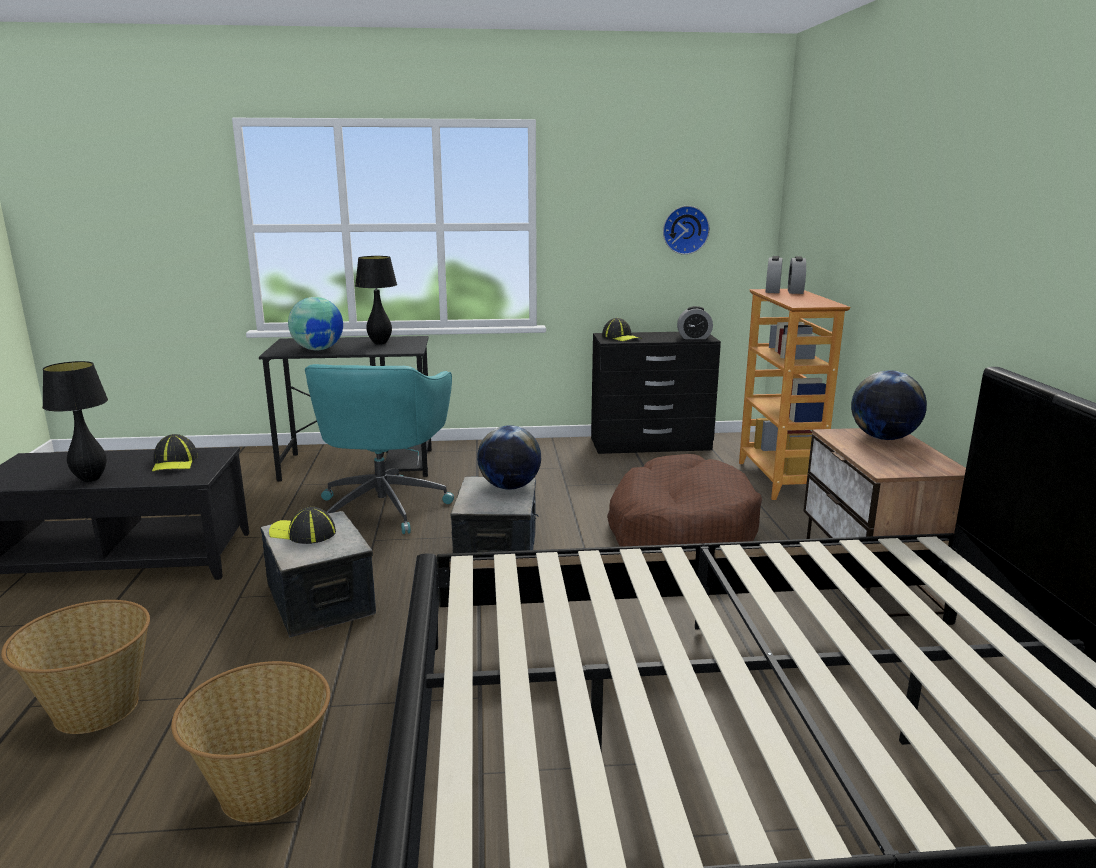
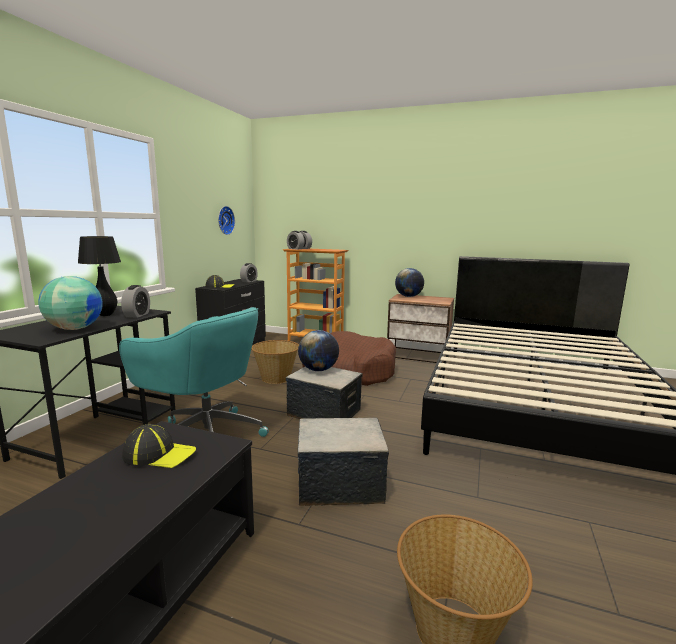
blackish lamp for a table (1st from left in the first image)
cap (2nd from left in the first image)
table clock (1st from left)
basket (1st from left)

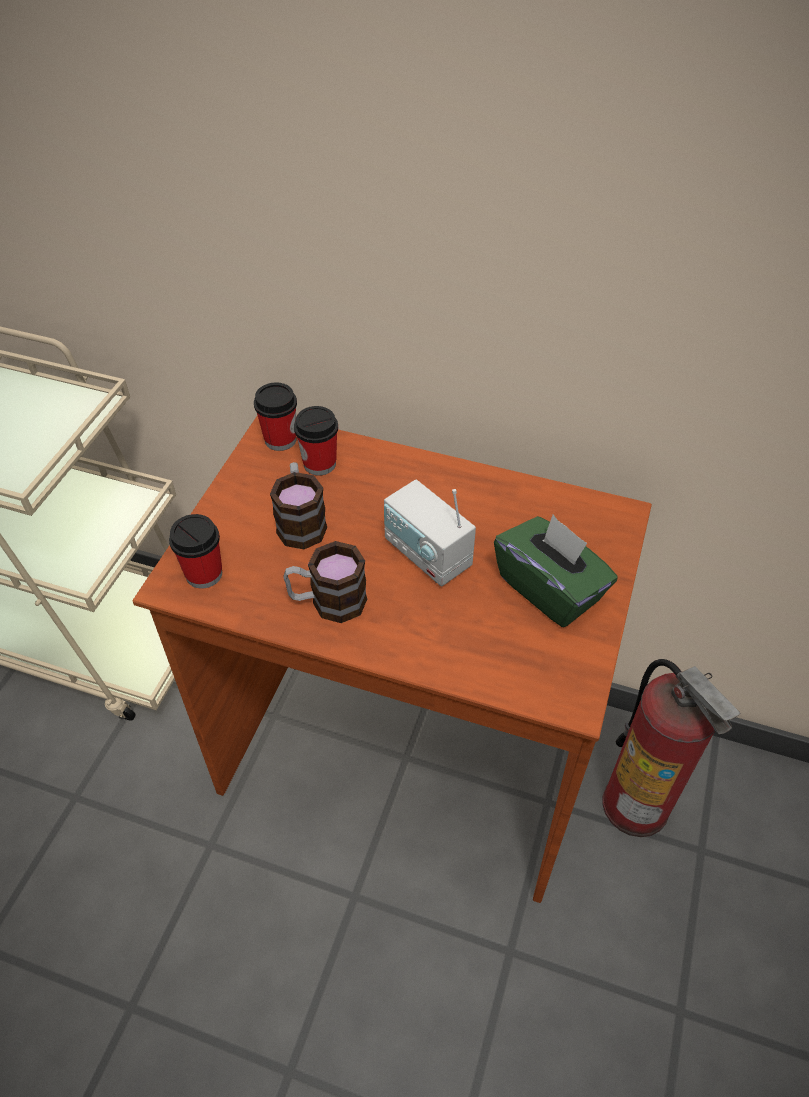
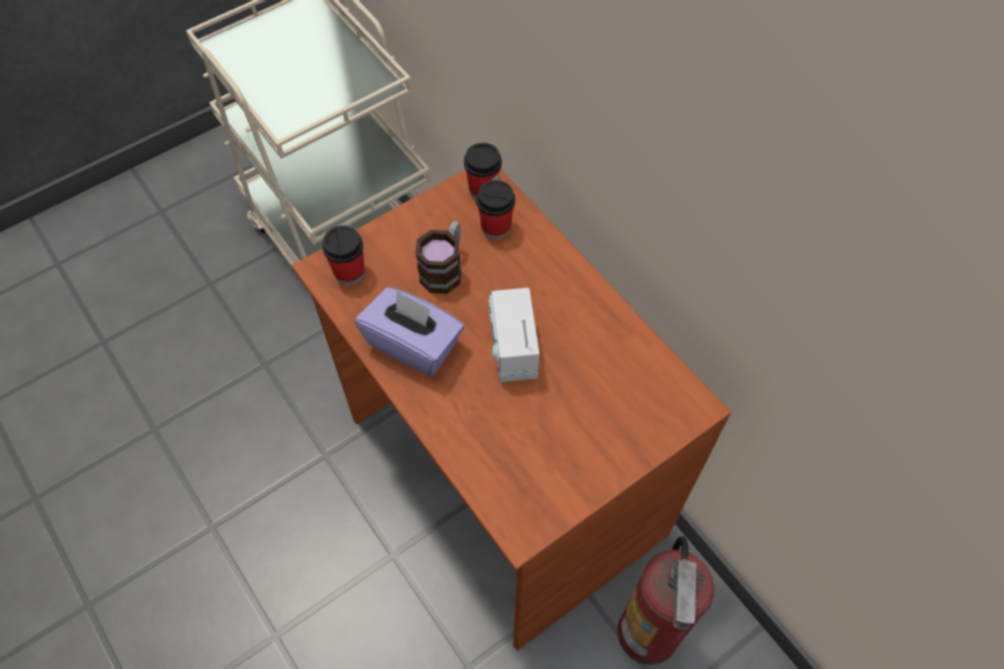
green tissue holder
purple tissue holder

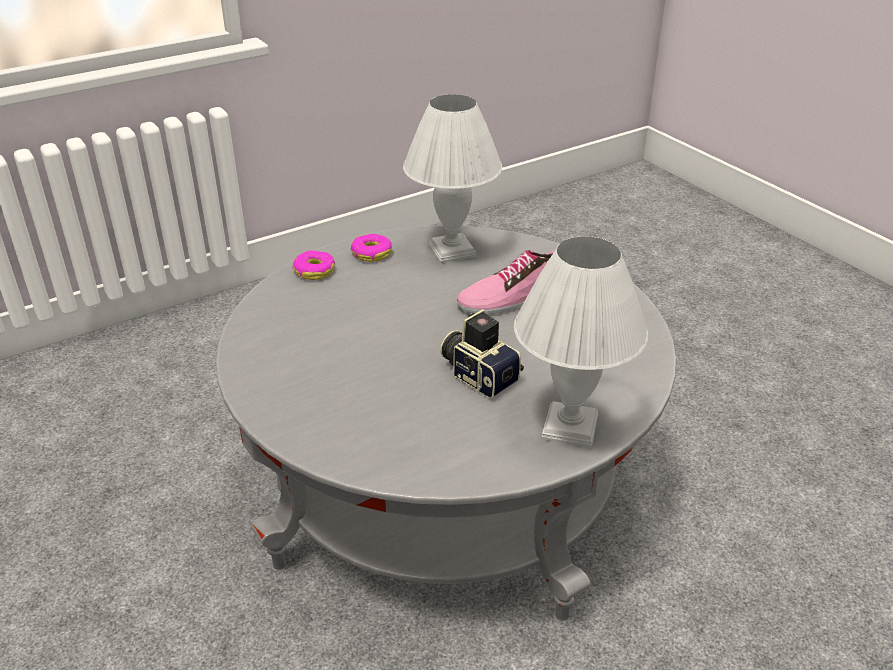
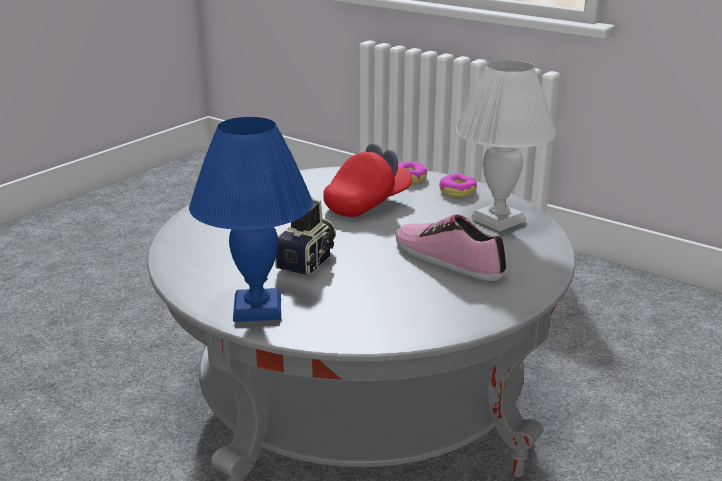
red-coloured cap
blue lamp for a table

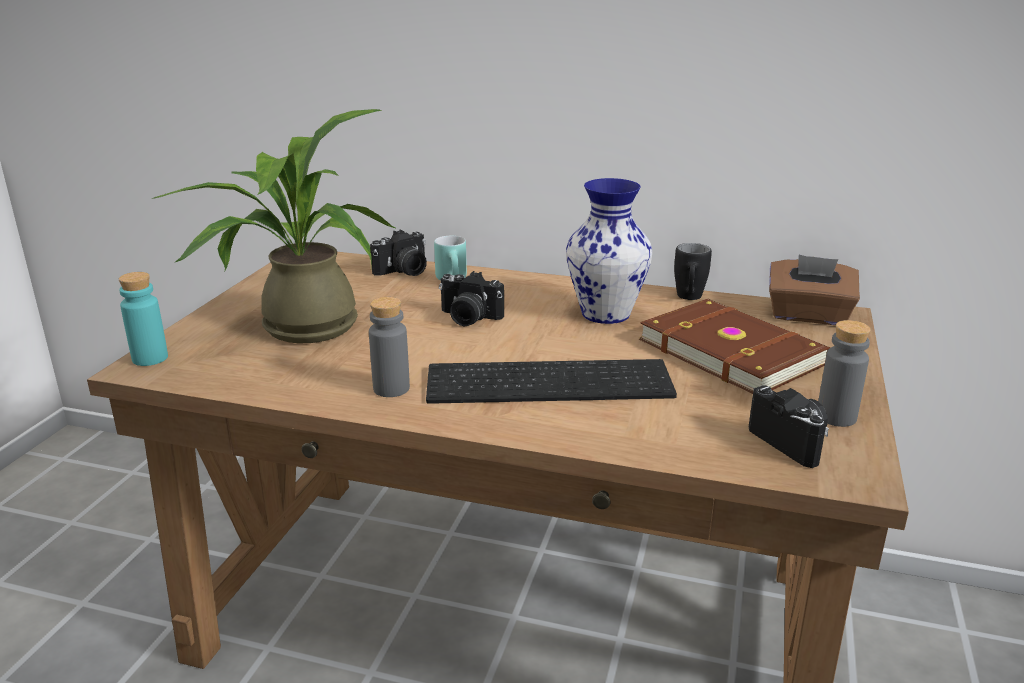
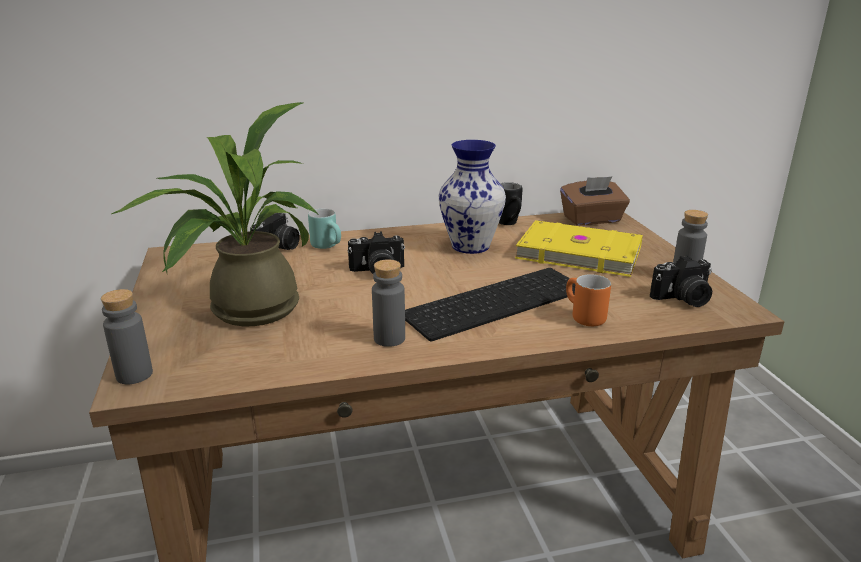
orangey coffee mug
gray drink bottle (1st from left)
yellow-coloured volume
still camera (3rd from left)

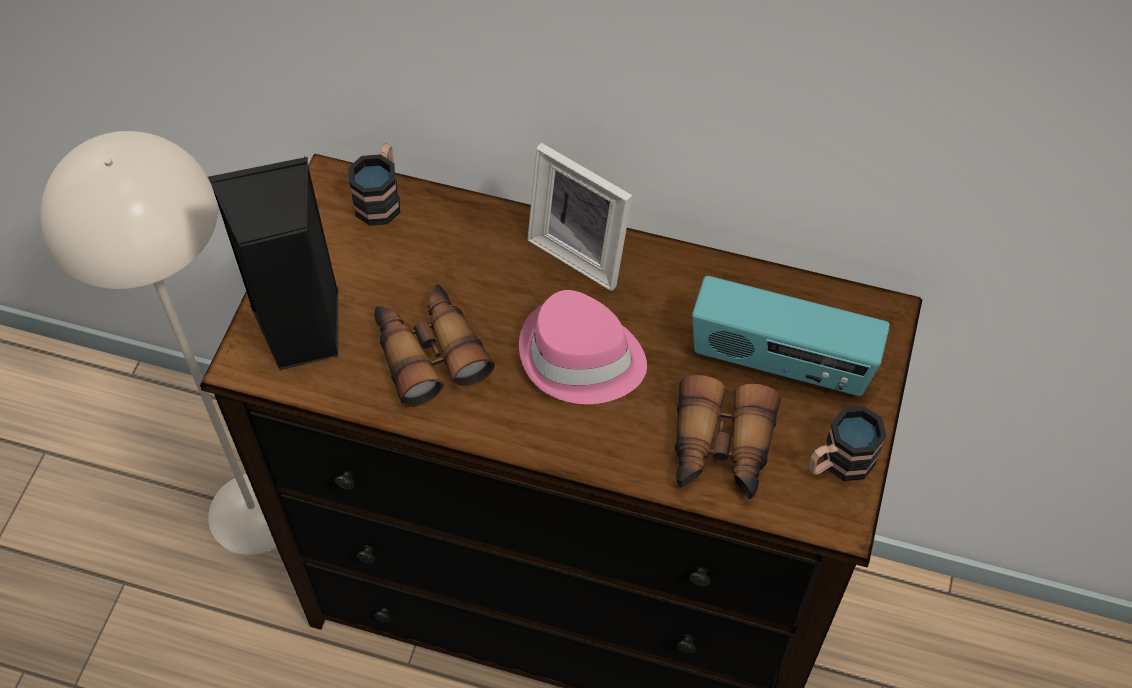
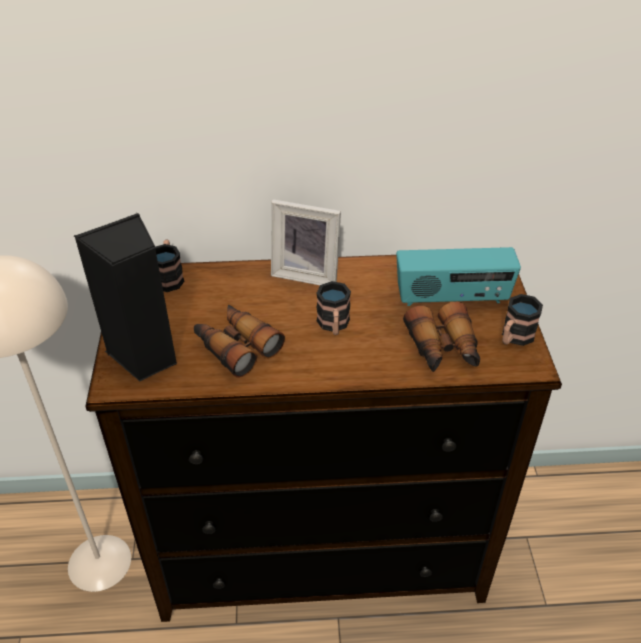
coffee mug (2nd from left)

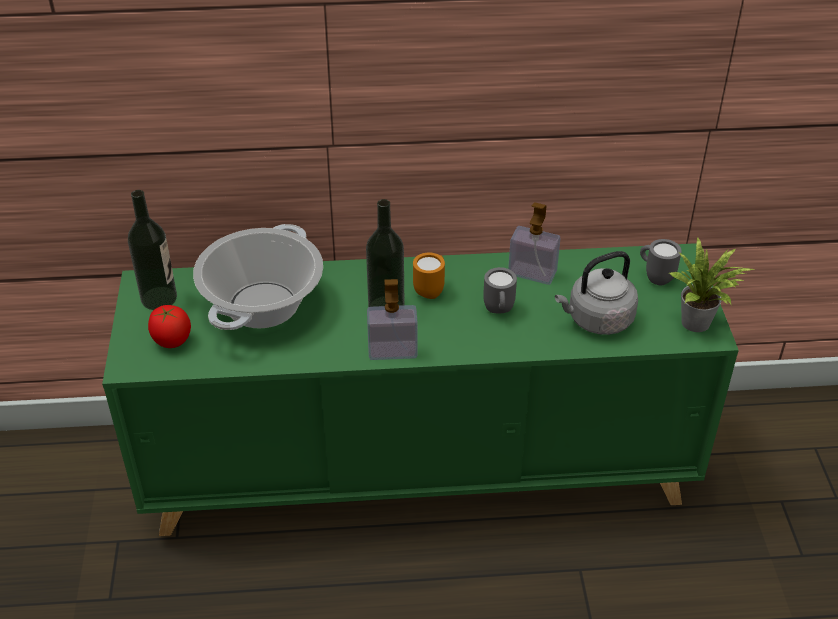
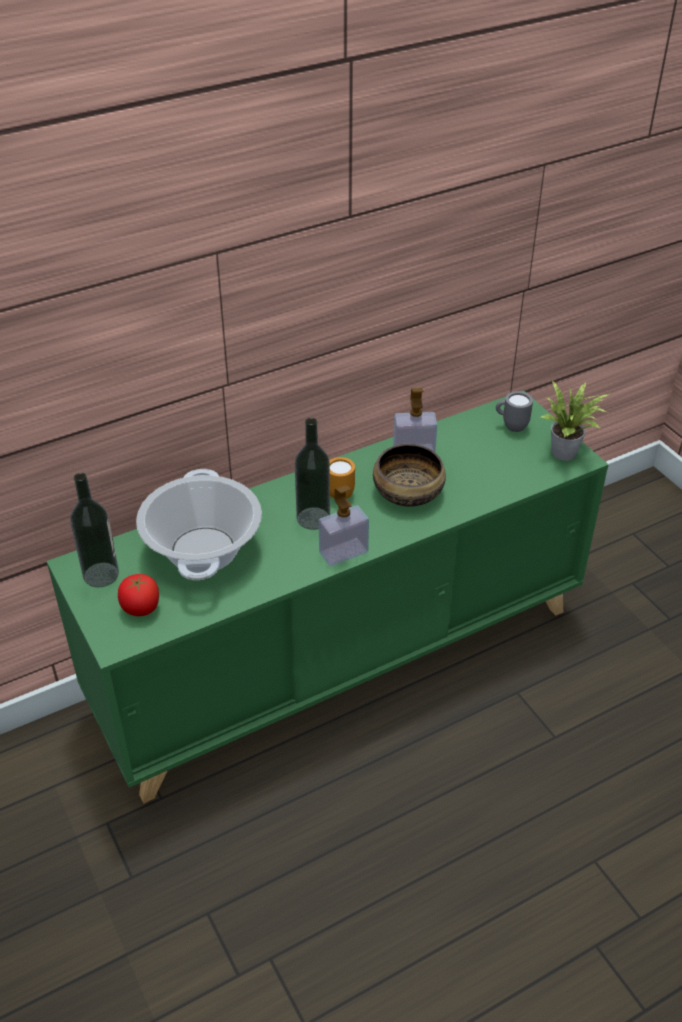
gray kettle
serving bowl

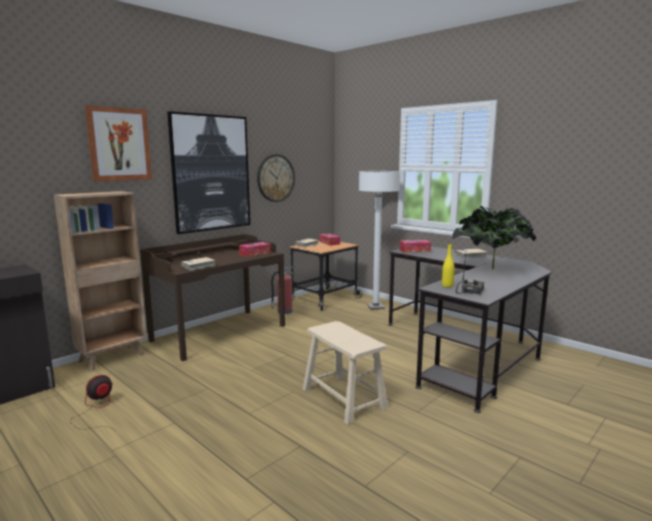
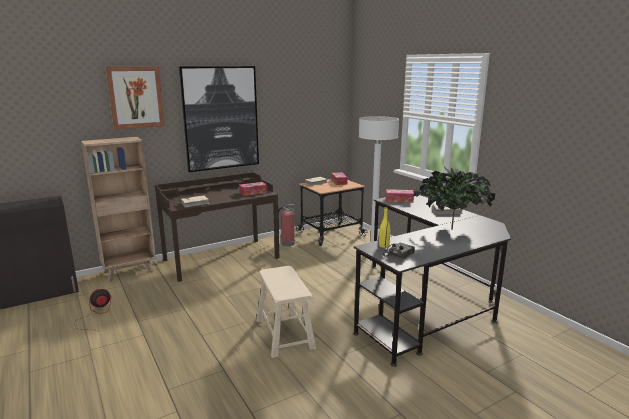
clock on the wall

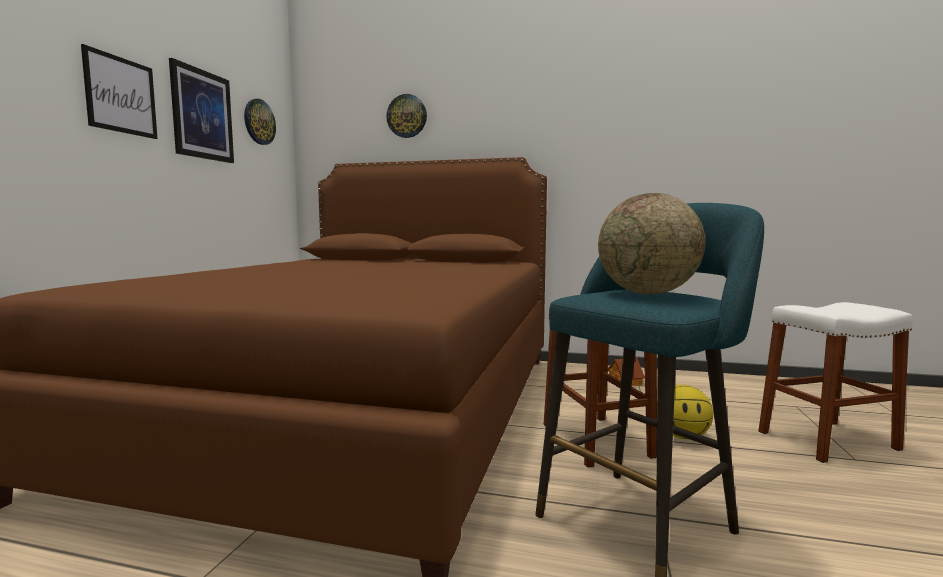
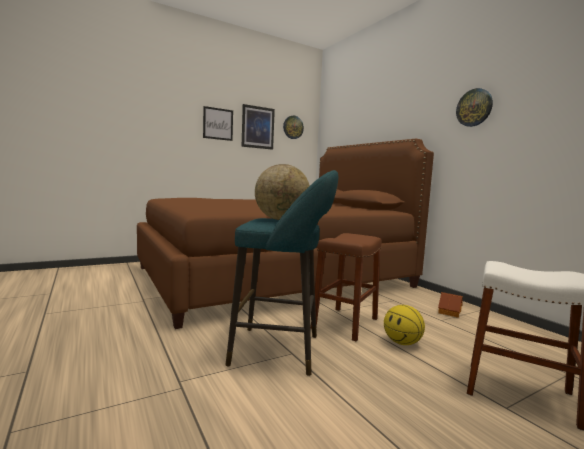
clock on the wall (2nd from left)

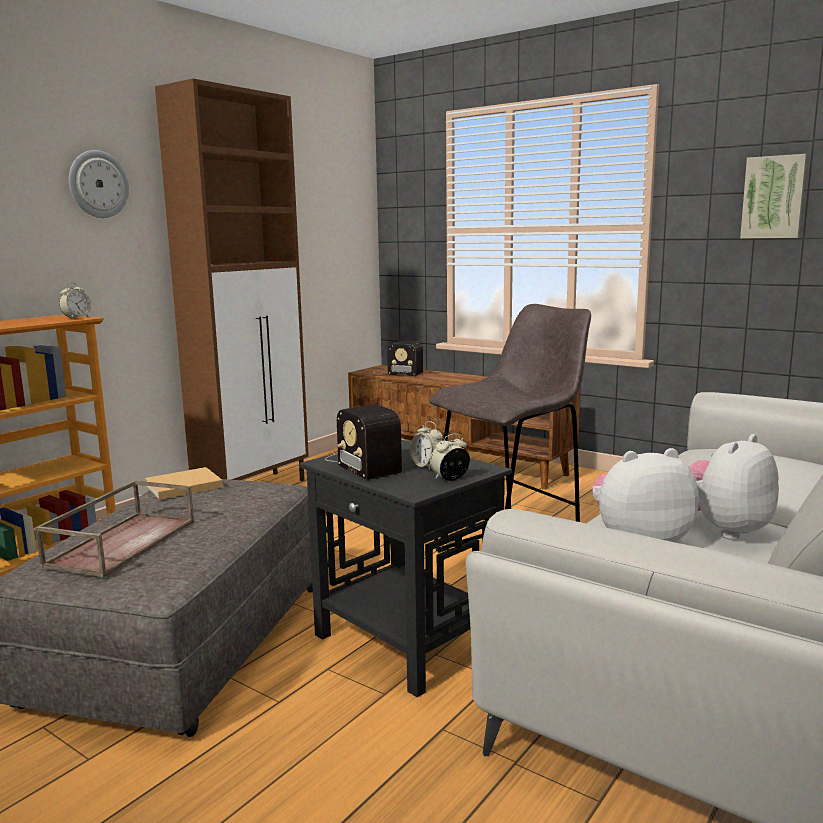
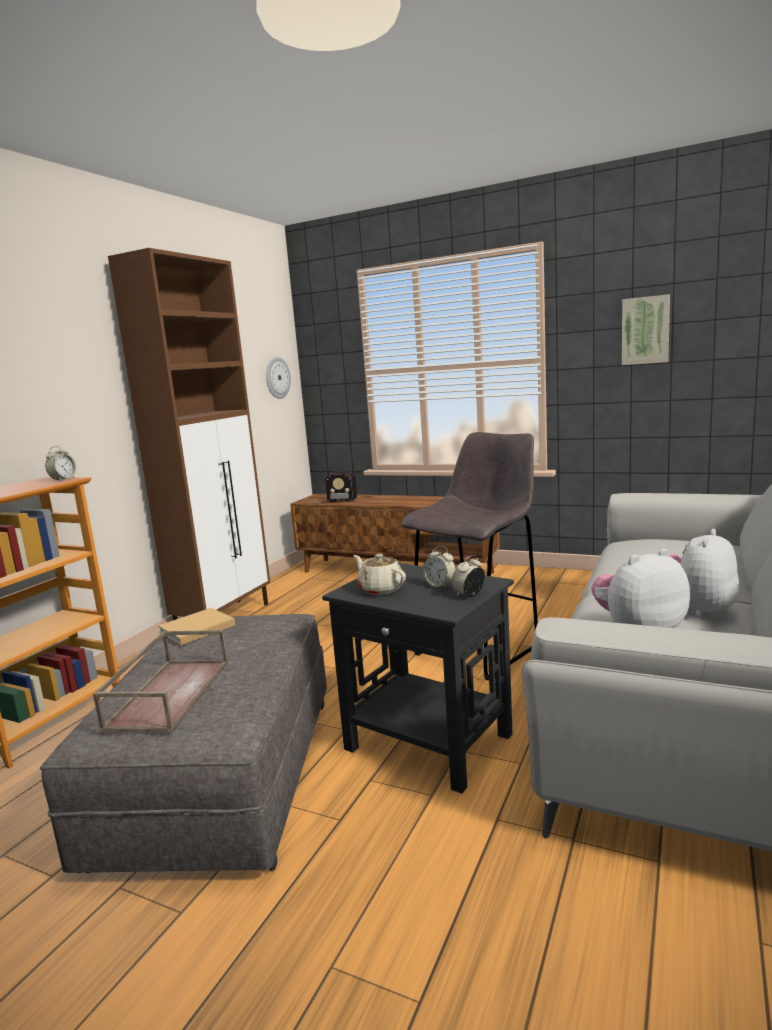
clock on the wall
sand-coloured tea pot

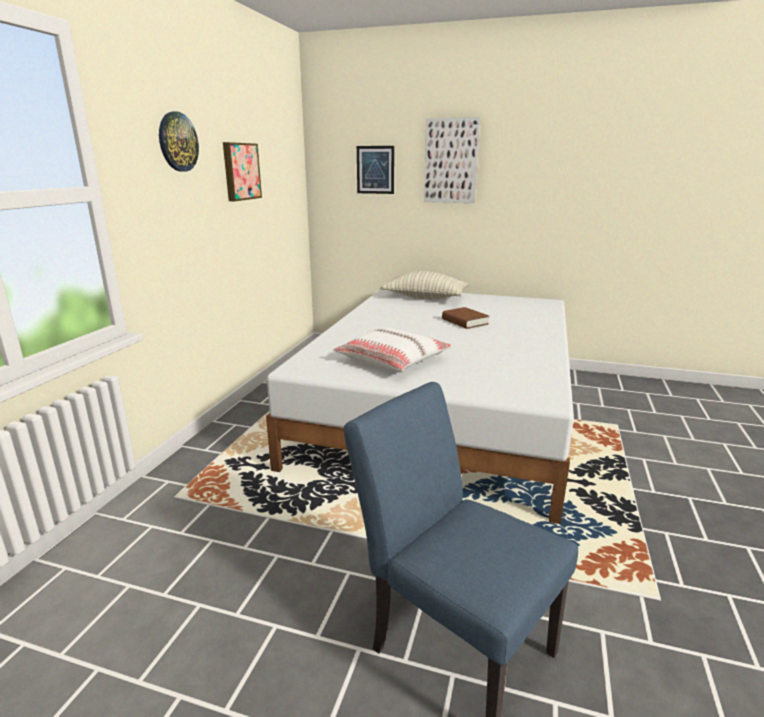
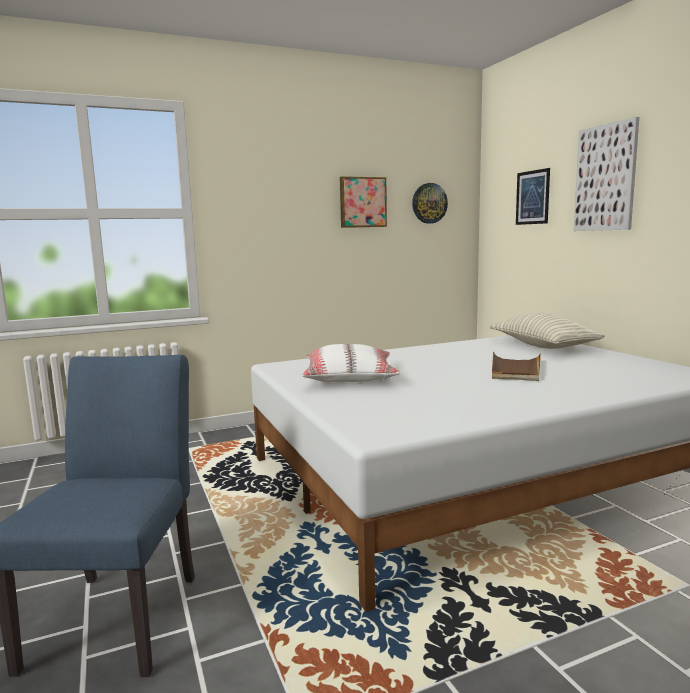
clock on the wall
brownish carrying tray

